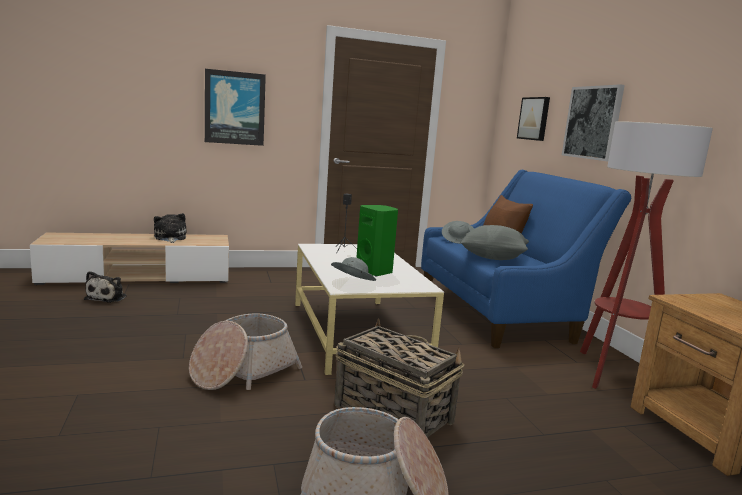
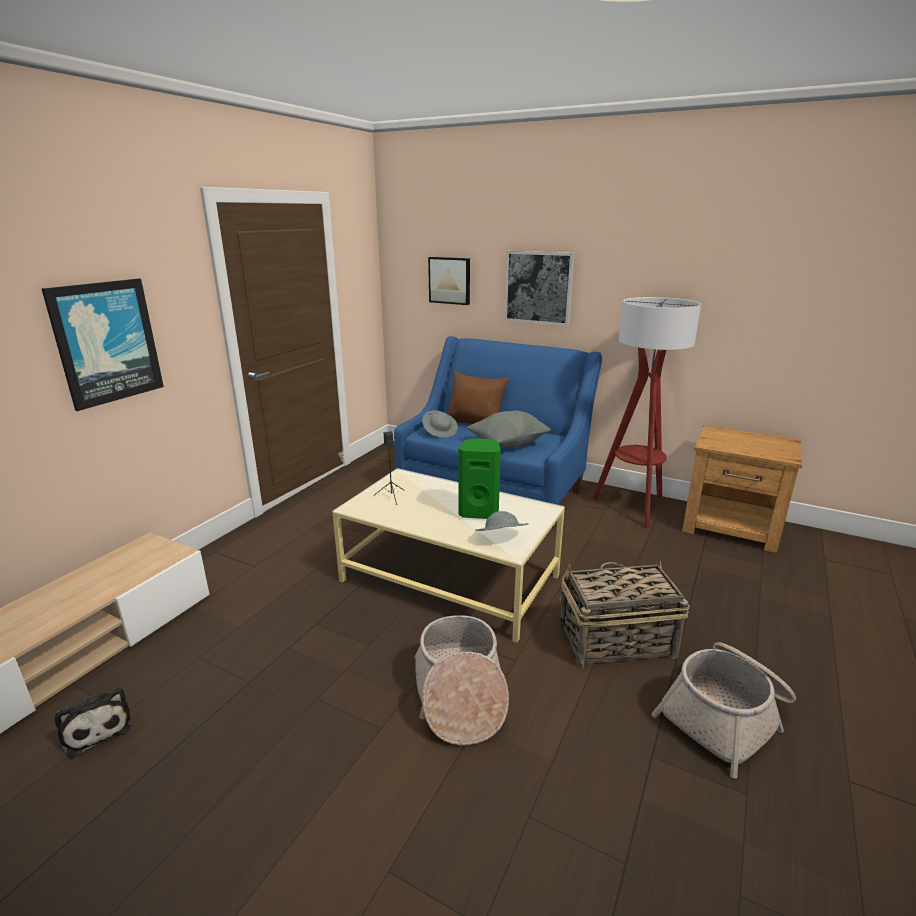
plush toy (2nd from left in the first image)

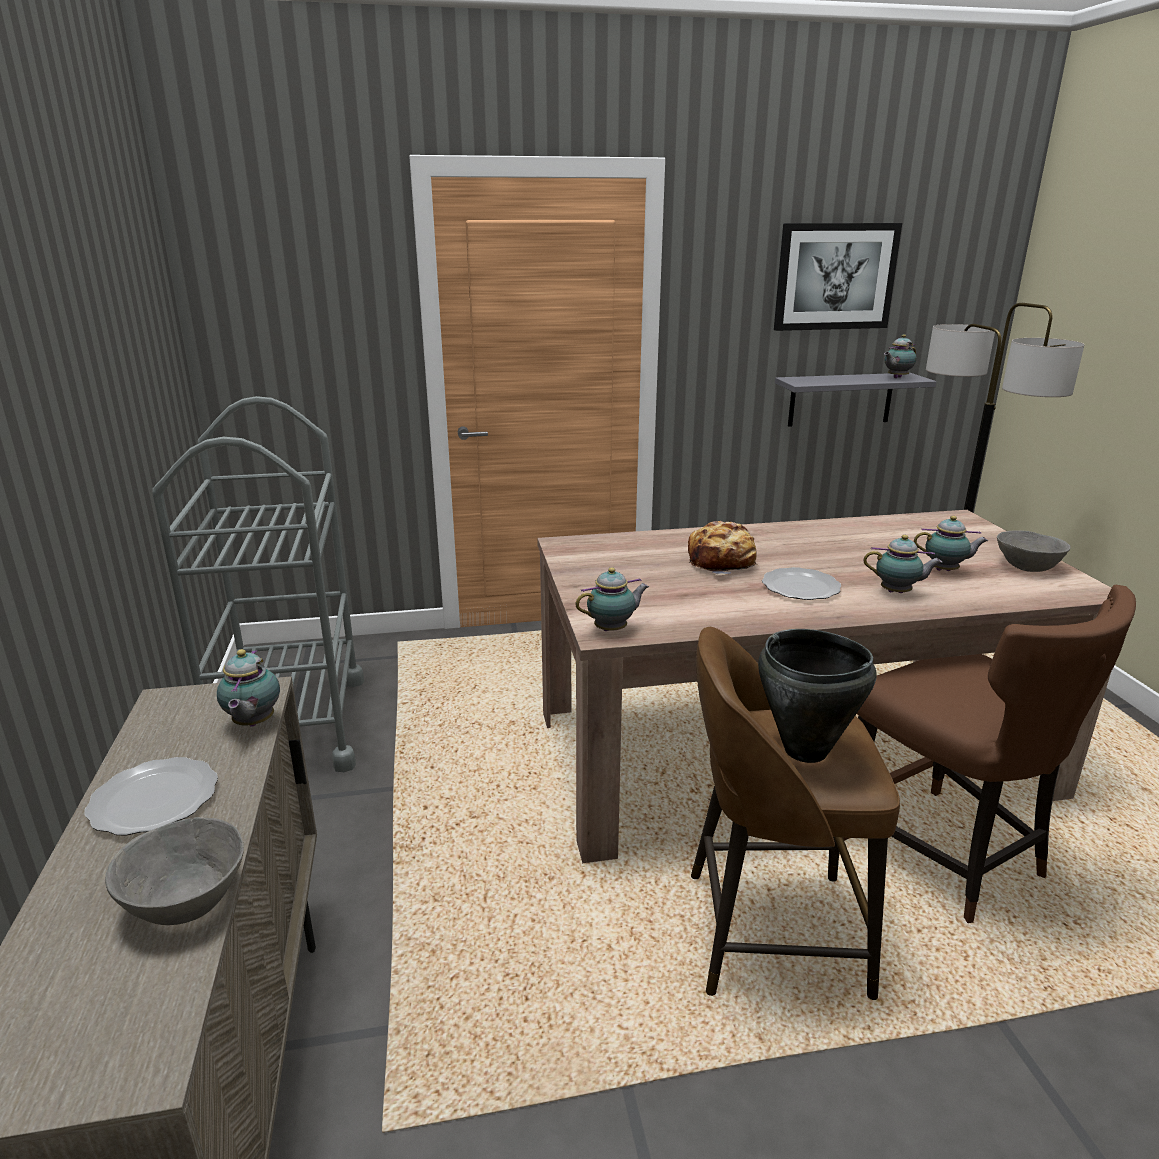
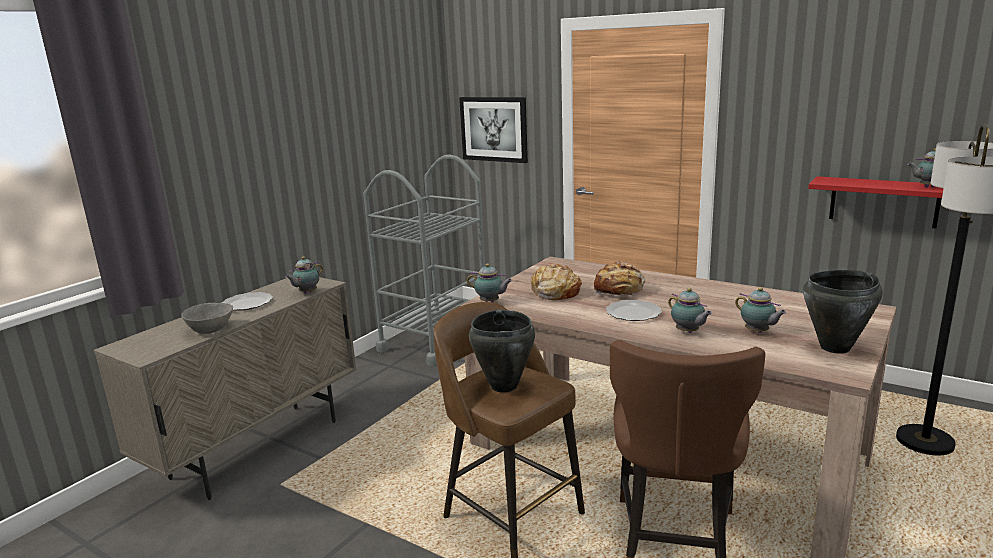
bread (1st from left)
wall art
blackish stockpot (2nd from left)
red-coloured shelf

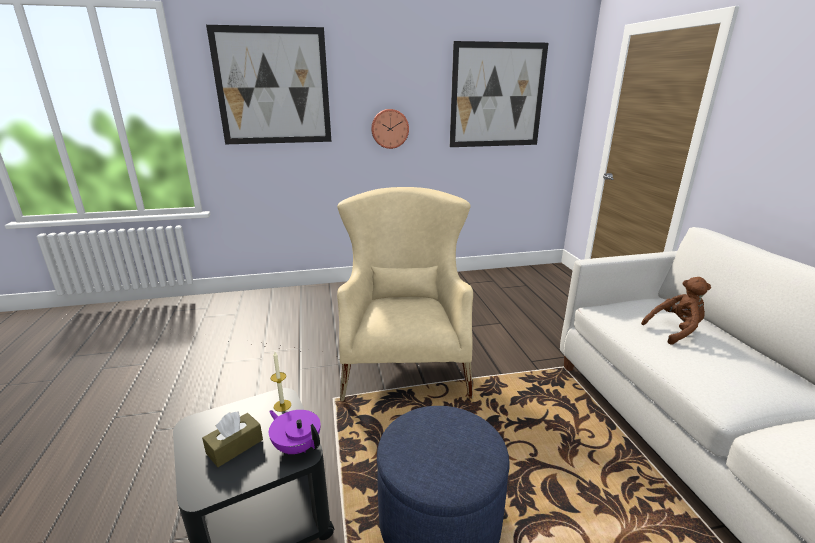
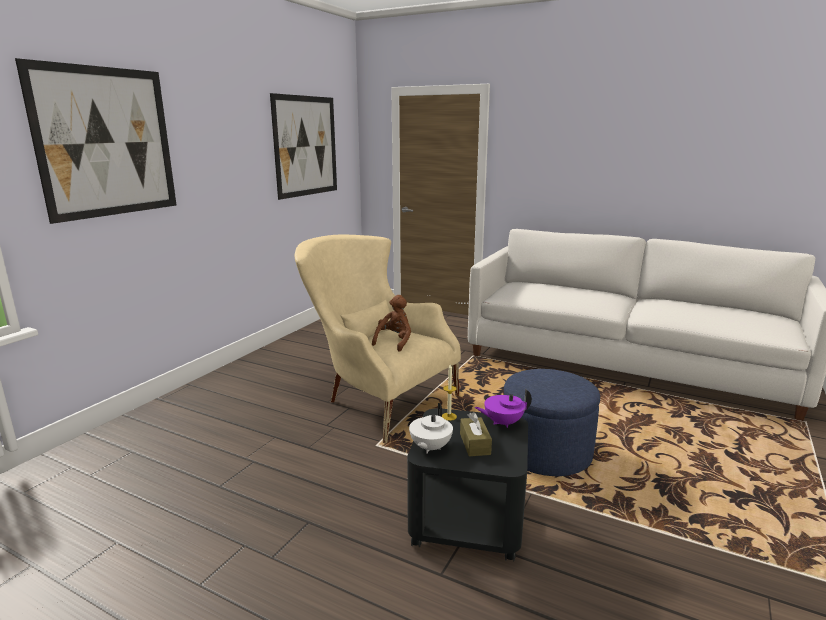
clock on the wall
white-coloured tea pot
brownish plush toy

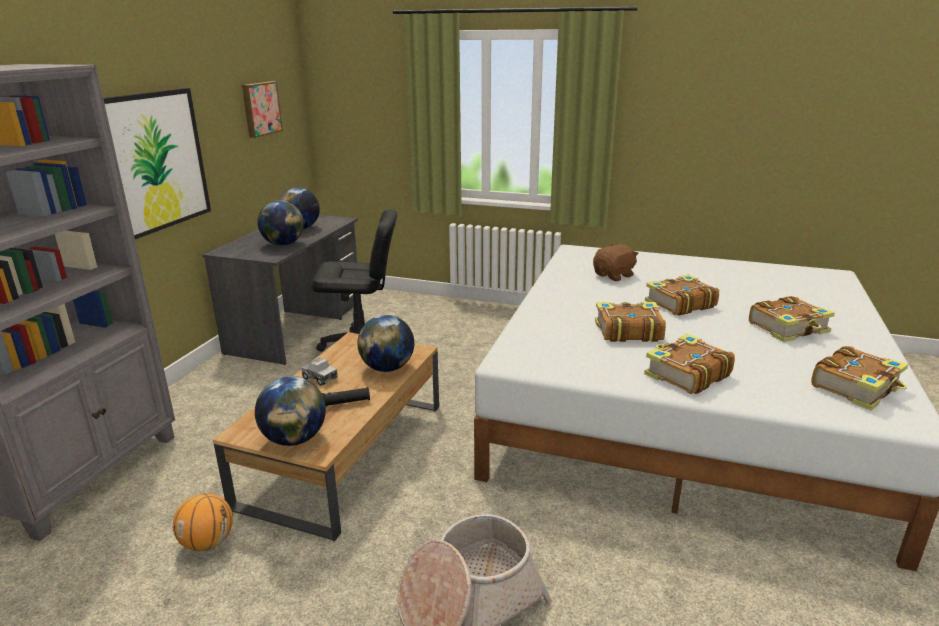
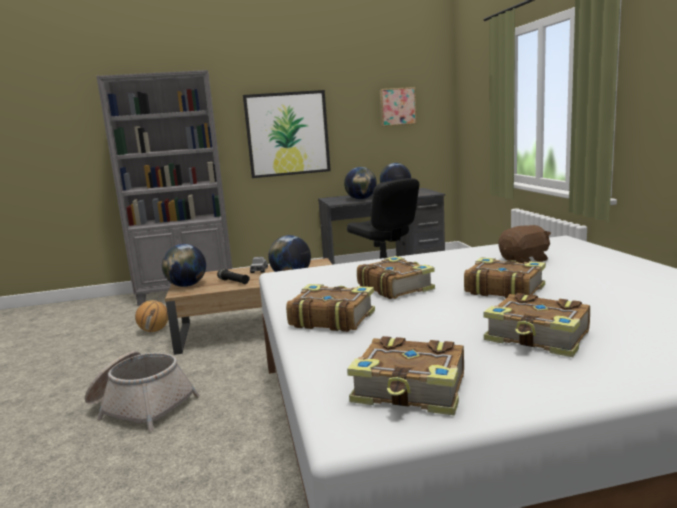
brownish plush toy

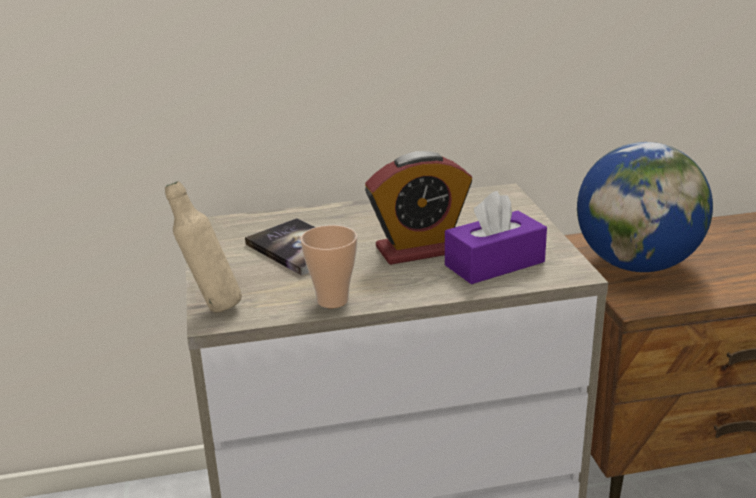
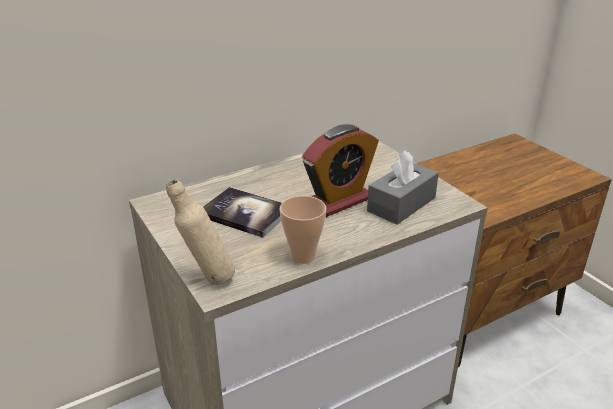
world globe
gray tissue holder

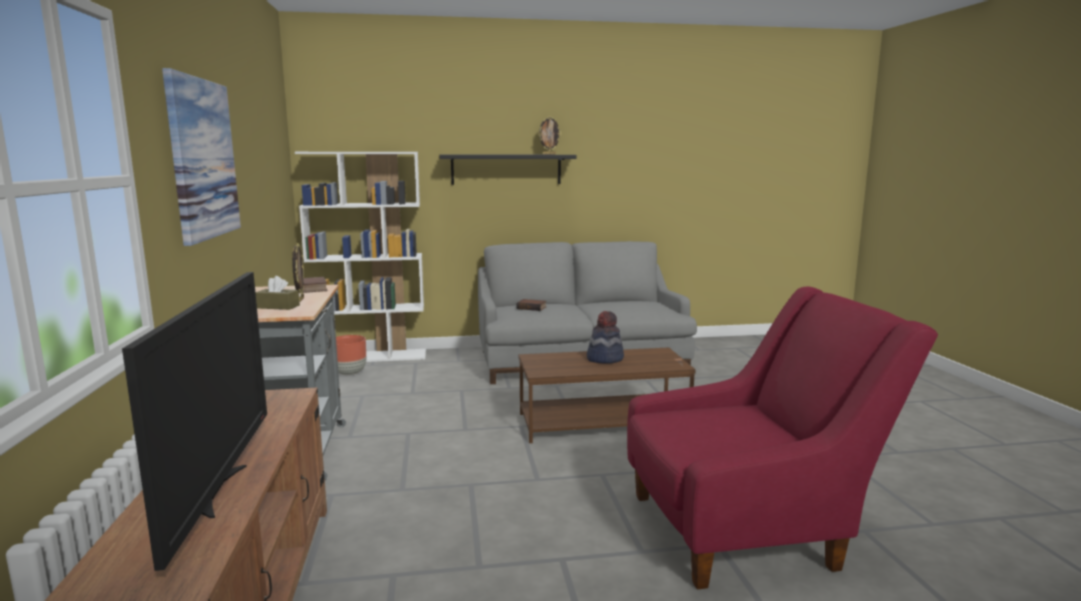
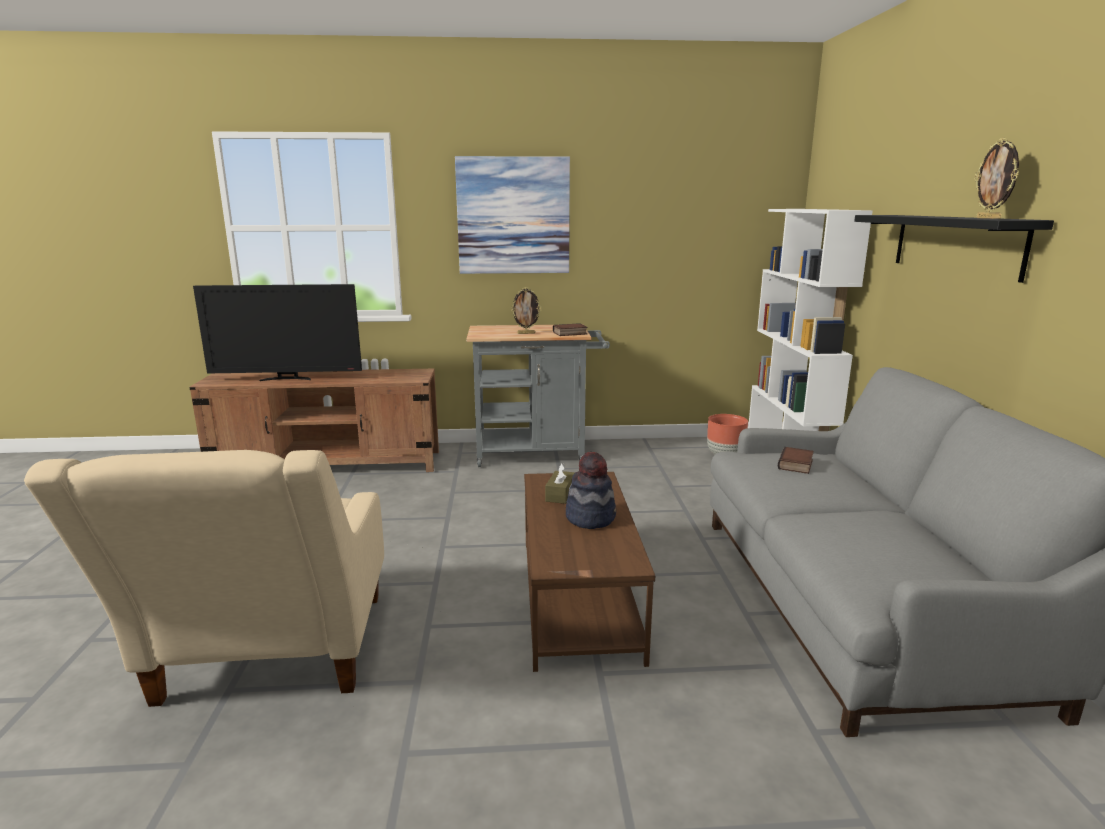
brownish tissue holder
sand-coloured armchair

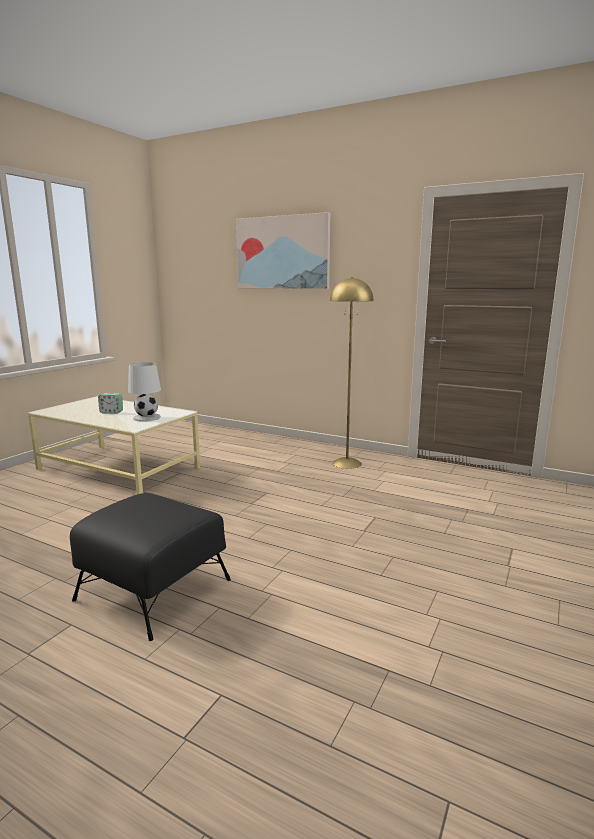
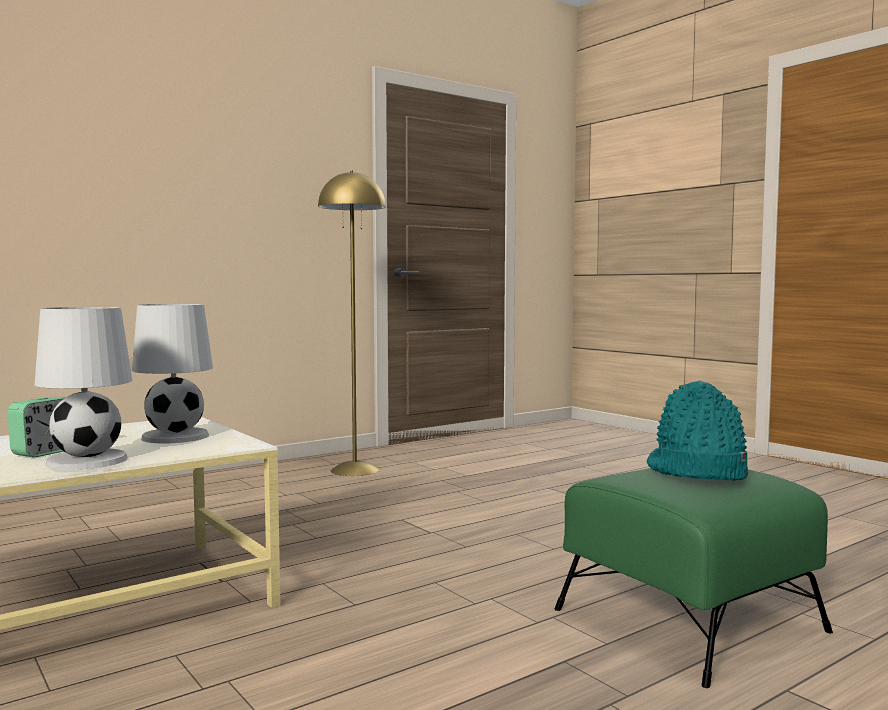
wall art
white-coloured lamp for a table (1st from left)
turquoise clothing hat
green ottoman

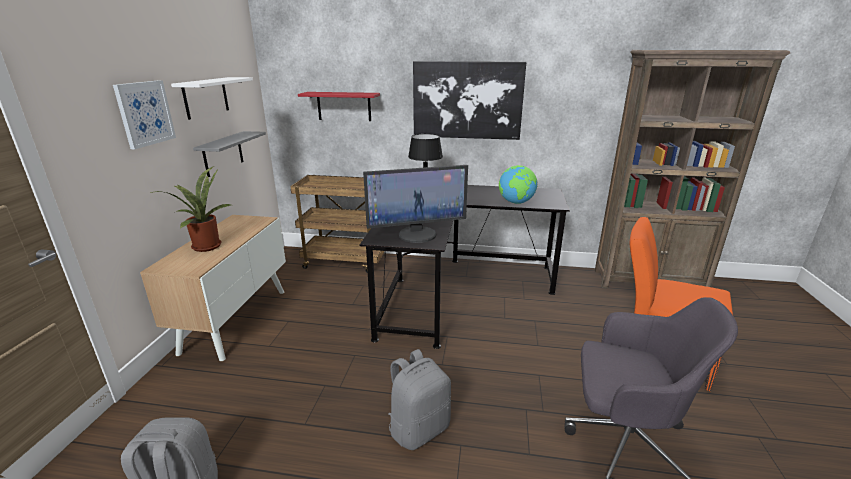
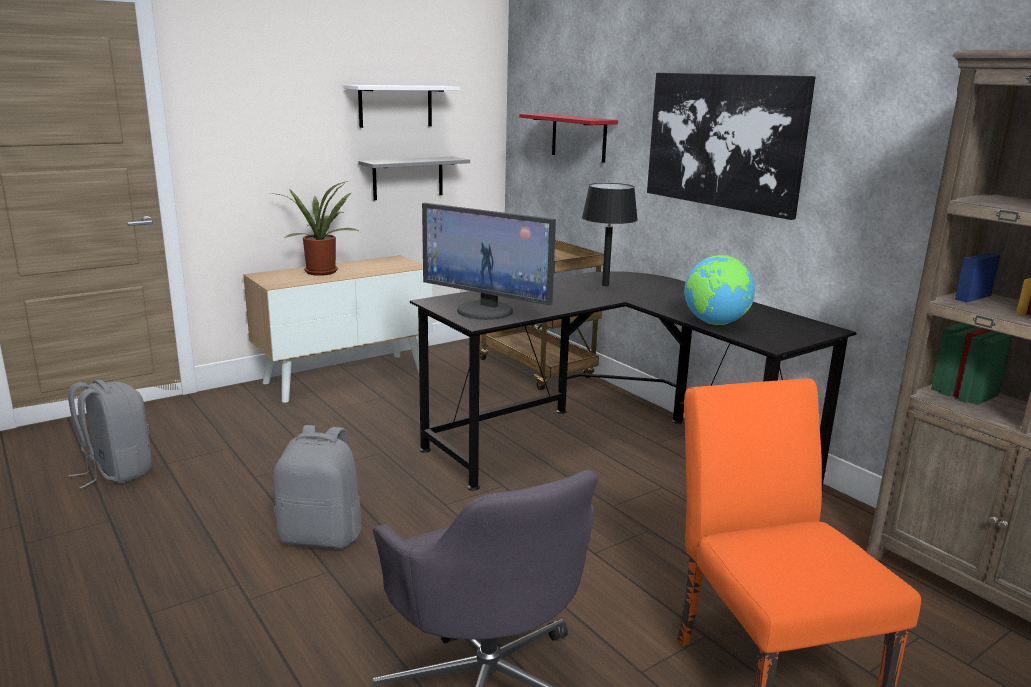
wall art (1st from left in the first image)

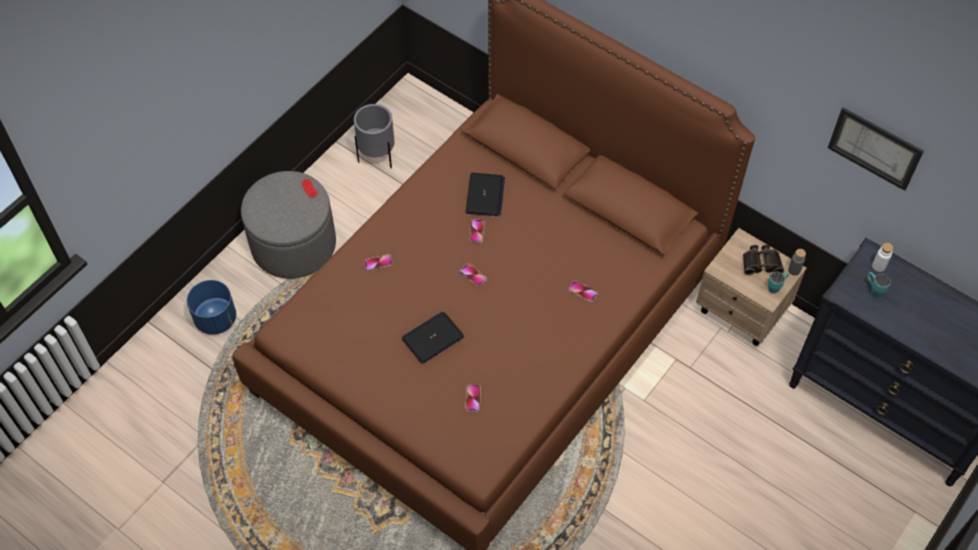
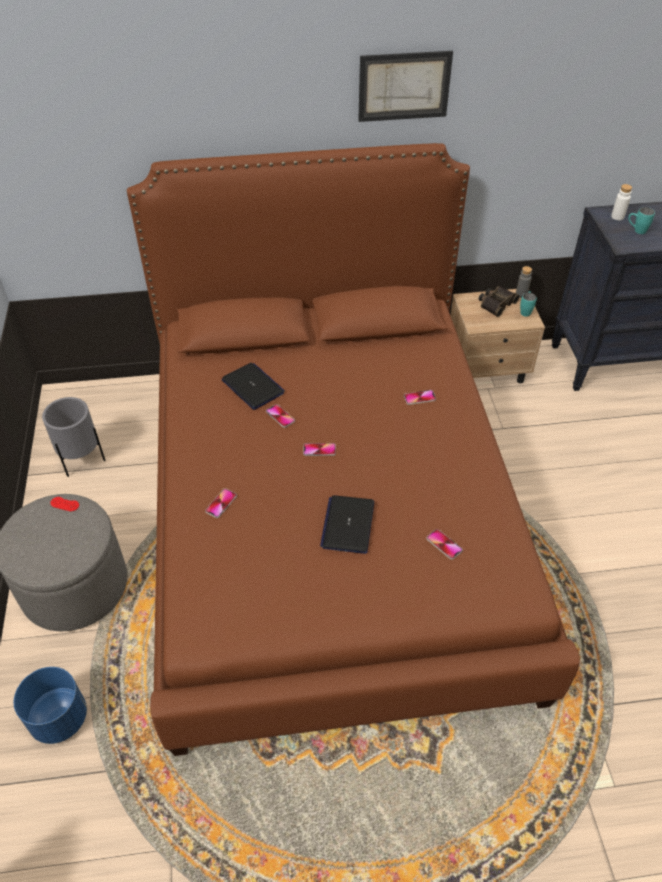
wall art

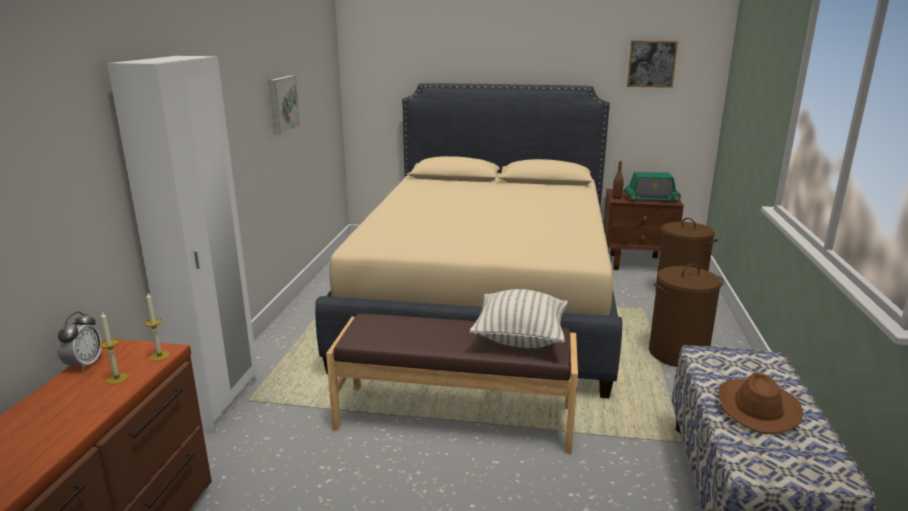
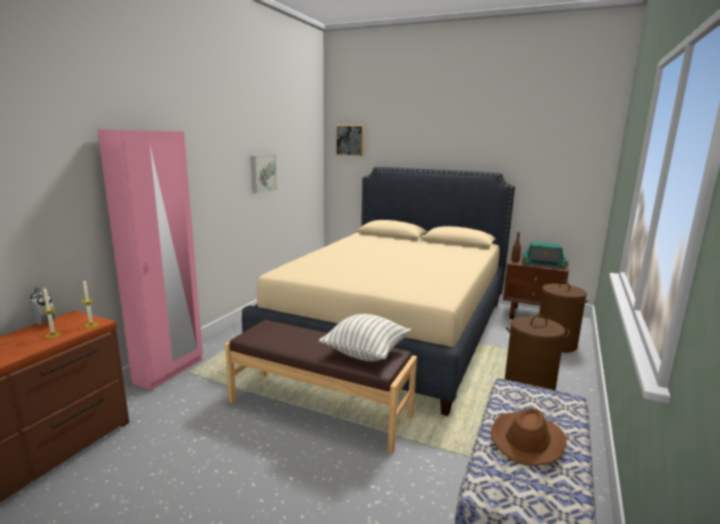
wall art (2nd from left)
pink-coloured wardrobe
table clock

